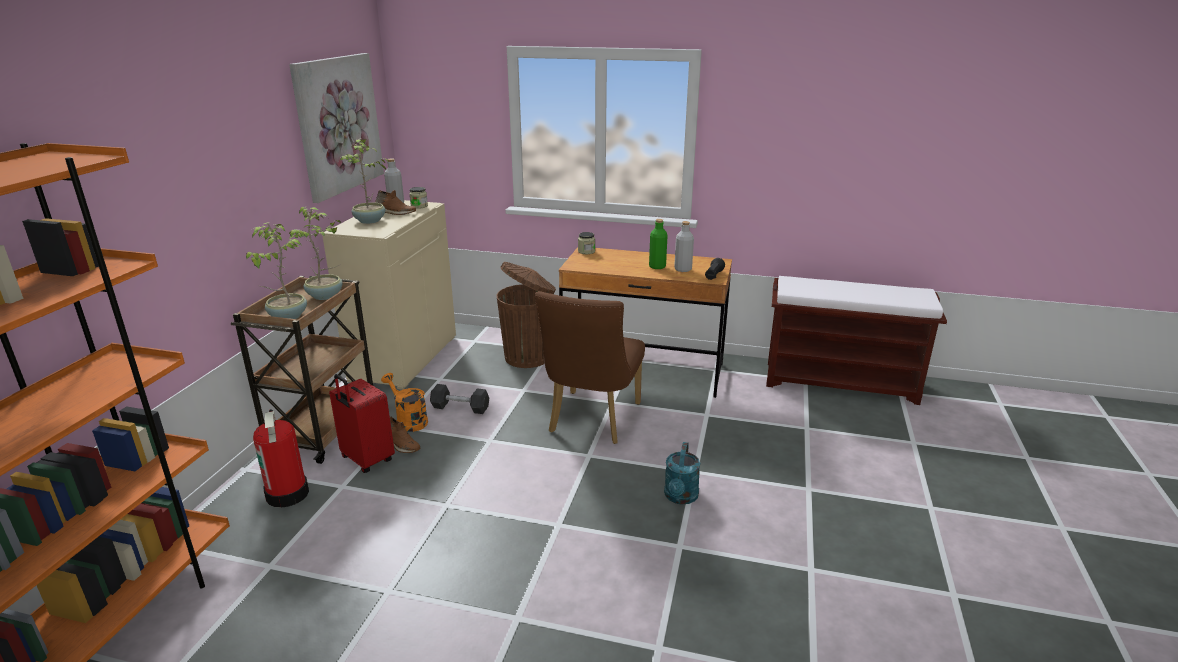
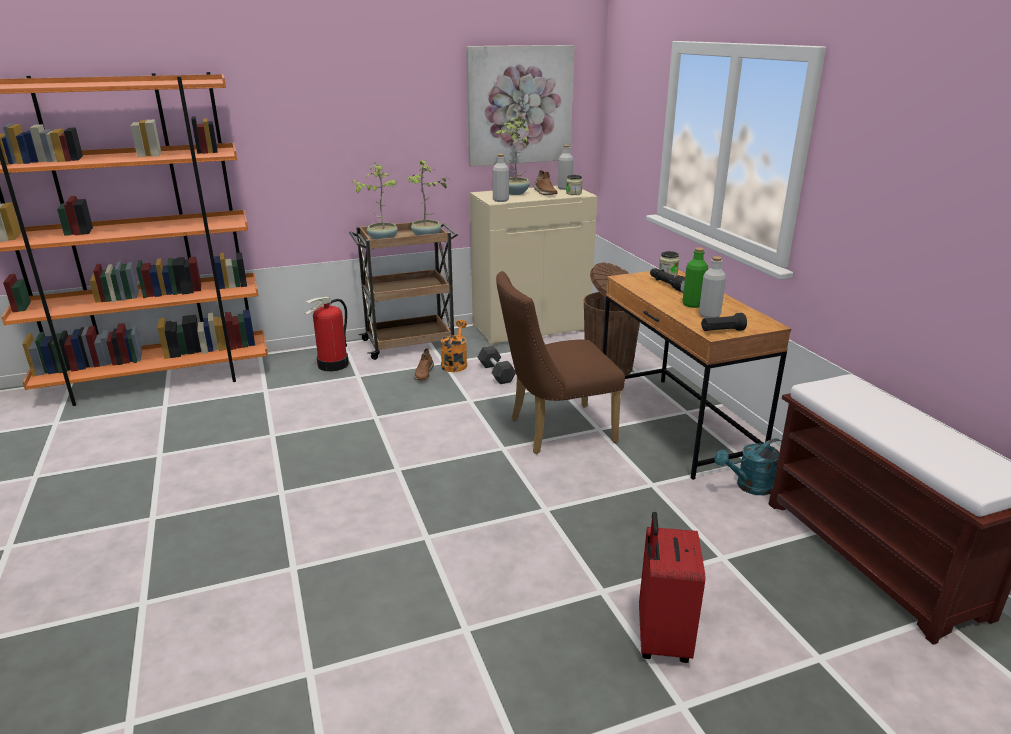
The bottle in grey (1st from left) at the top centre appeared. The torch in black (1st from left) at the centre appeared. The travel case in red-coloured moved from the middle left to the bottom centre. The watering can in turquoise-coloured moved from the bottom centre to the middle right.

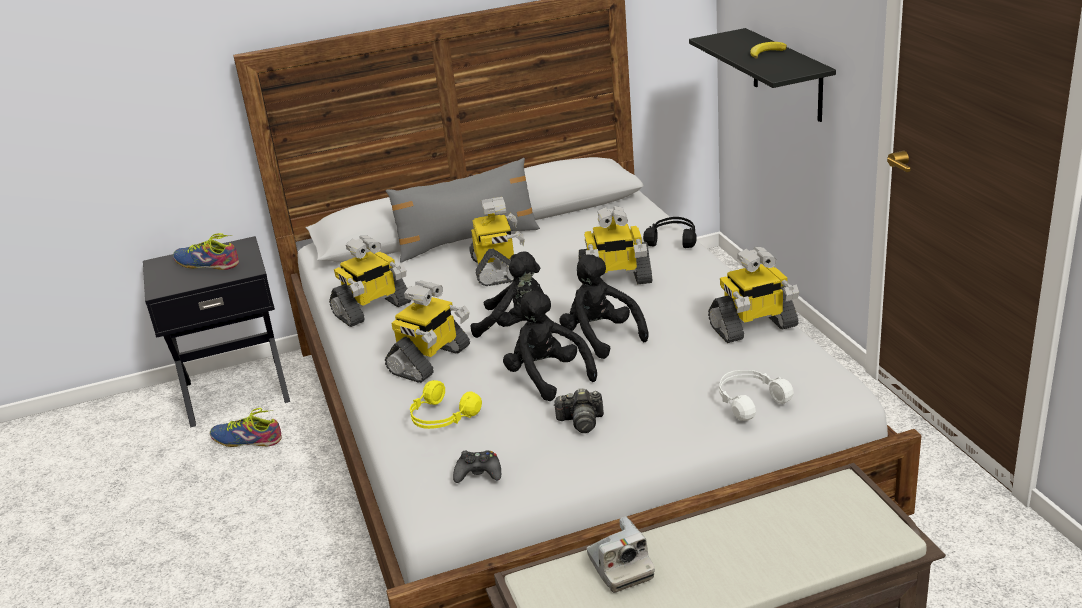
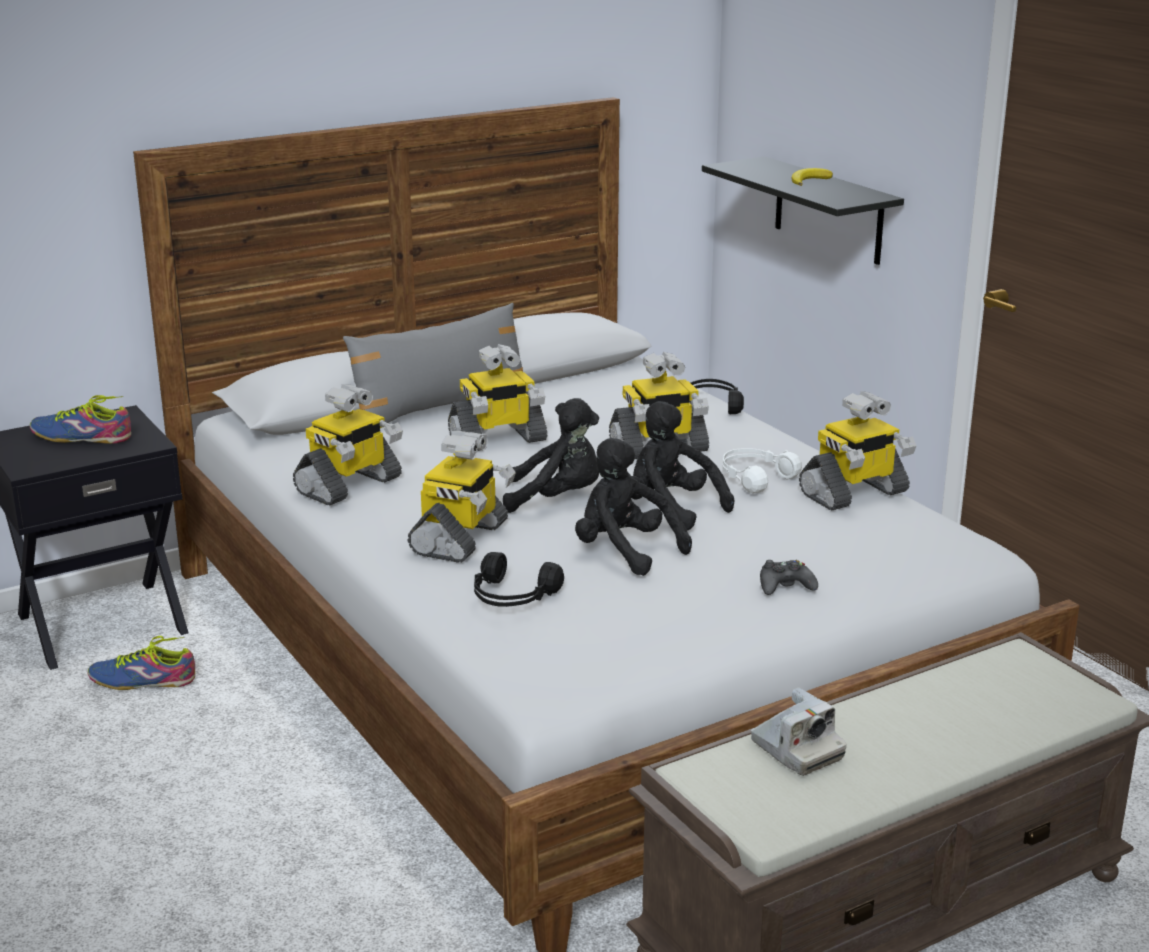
The still camera (1st from left) at the bottom centre disappeared. The game controller in black moved from the bottom centre to the middle right. The headphones in whitish moved from the middle right to the centre. The headphones in yellowish at the centre became the headphones in black (1st from left) at the centre. The model robot (3rd from left) at the centre turned 90 degrees clockwise.

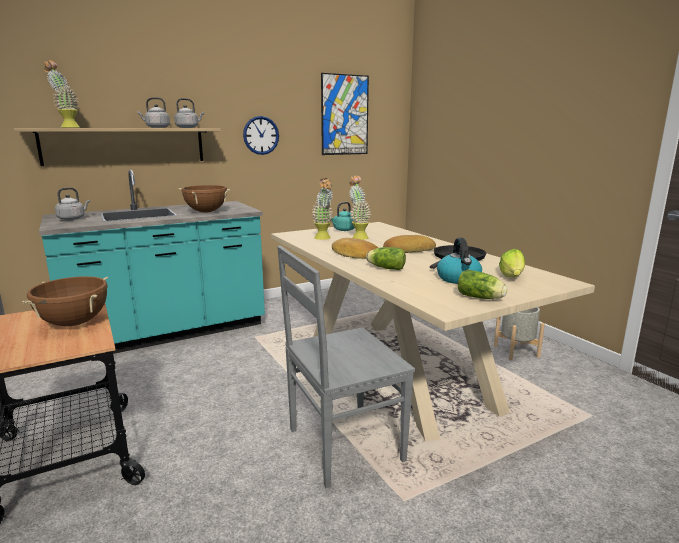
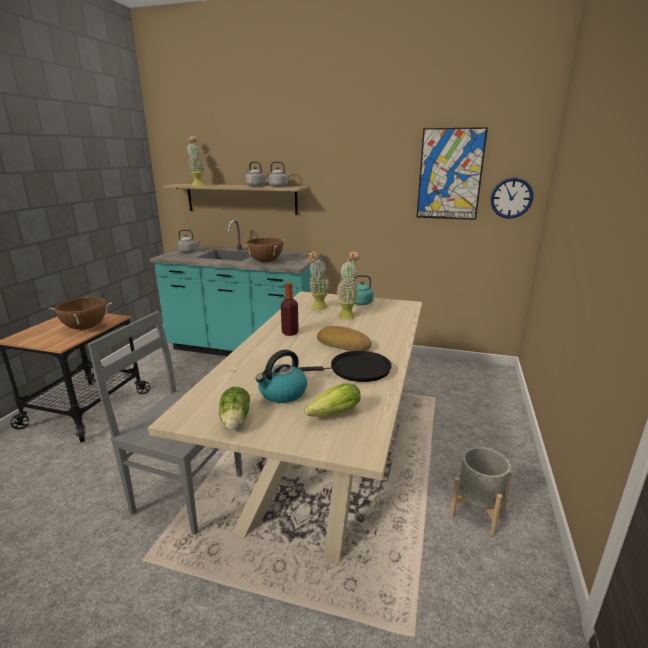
The lettuce (1st from left) at the centre disappeared. The hanging clock moved from the top centre to the top right. The bakery bread (1st from left) at the centre was replaced by the bottle at the centre.

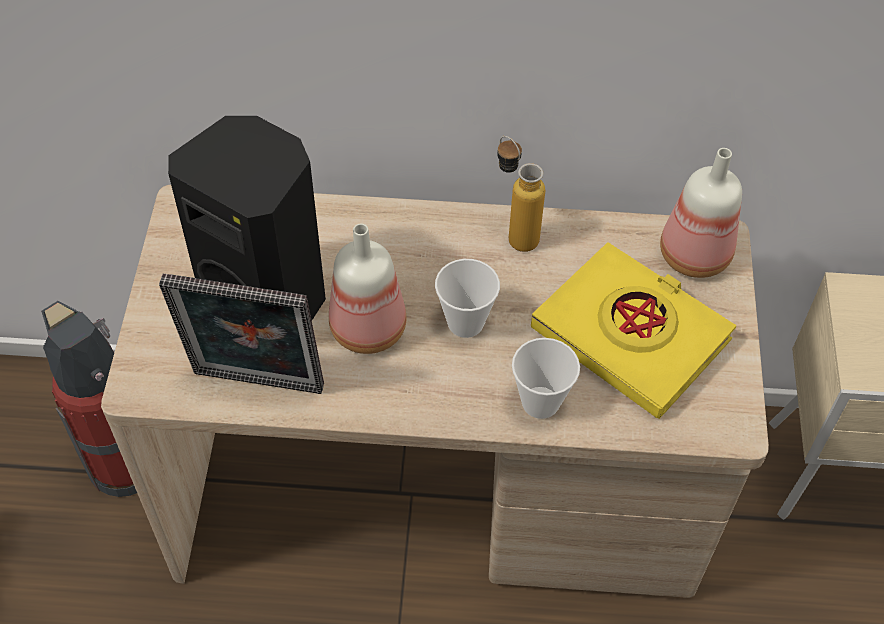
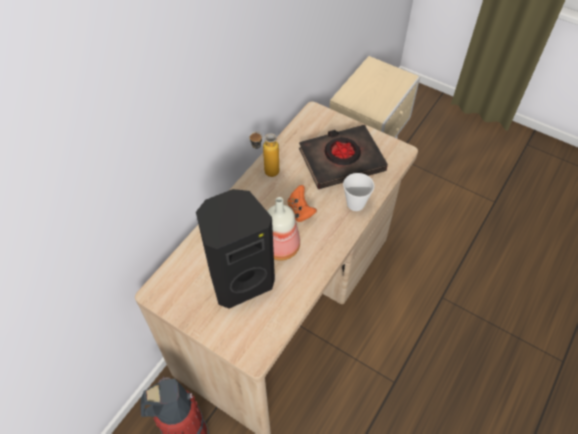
The standing frame at the middle left disappeared. The bottle (3rd from left) at the middle right disappeared. The small cup (1st from left) at the centre was replaced by the game controller in orange-coloured at the centre. The book in yellowish at the middle right became the book in black at the centre.

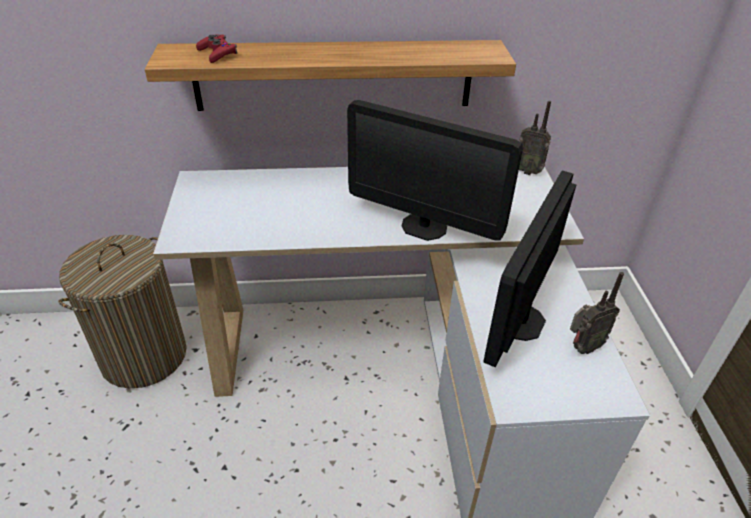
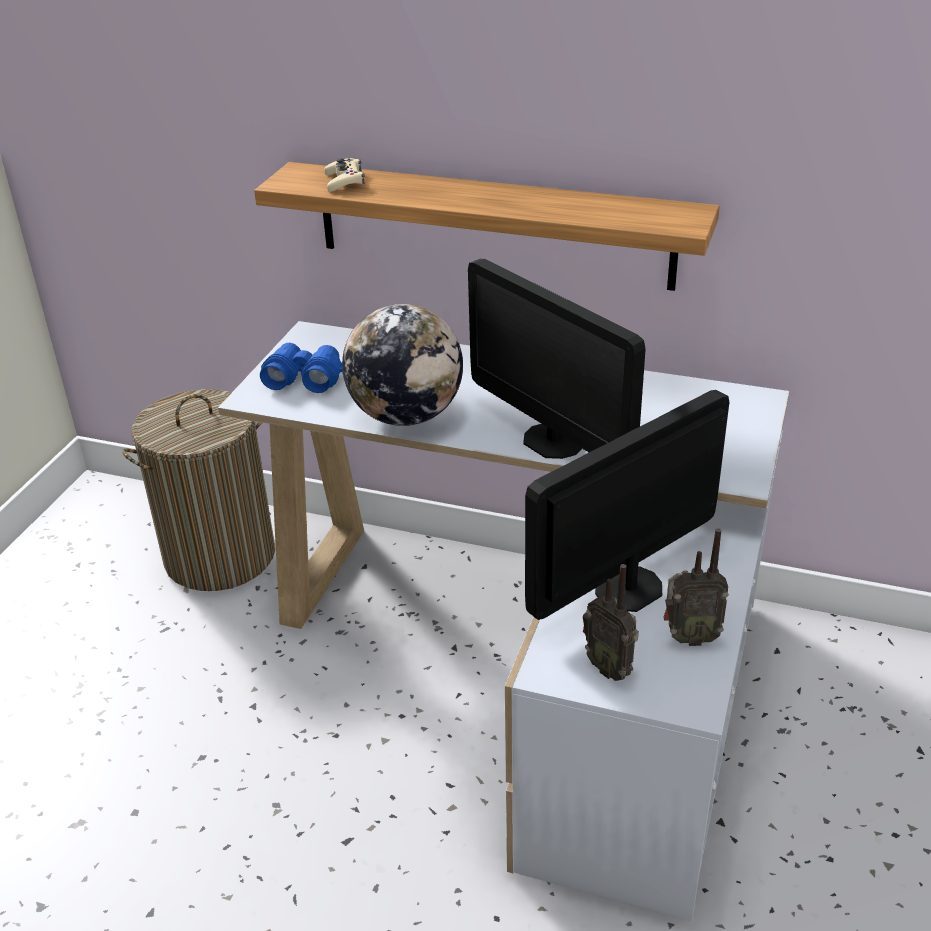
The binoculars in bluish at the middle left appeared. The world globe at the centre appeared. The radio set (1st from left) moved from the top right to the bottom centre. The game controller in red-coloured at the top left became the game controller in beige-coloured at the top centre.

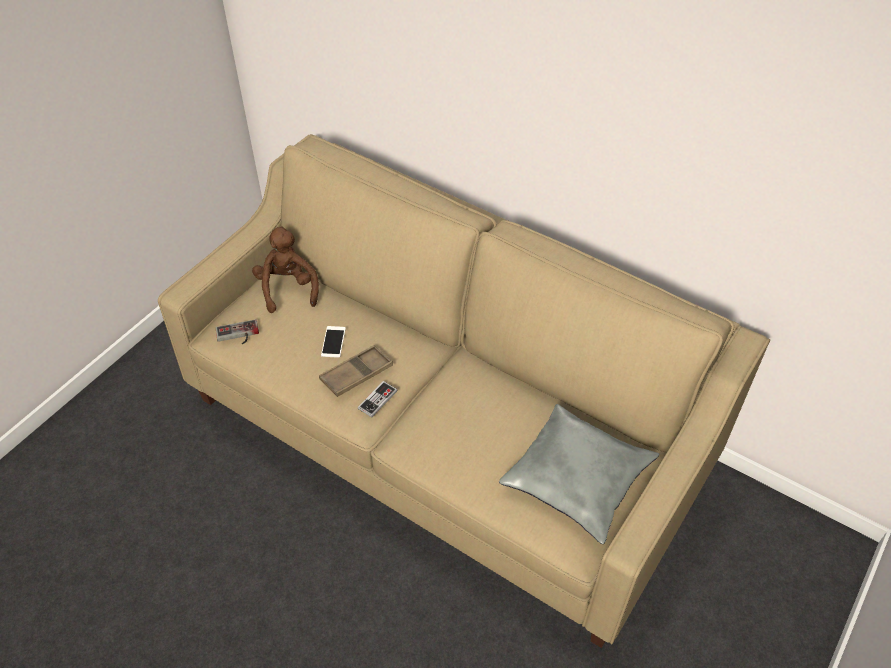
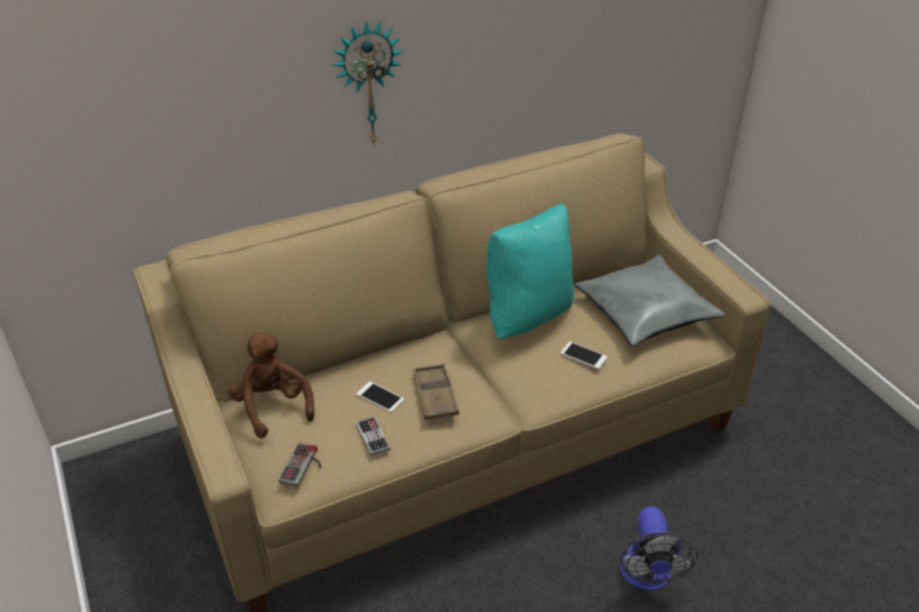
The hanging clock at the top centre appeared. The throw pillow in turquoise-coloured at the centre appeared. The telephone (2nd from left) at the centre appeared. The electric fan at the bottom right appeared. The game controller (2nd from left) moved from the centre to the bottom centre. The cuddly toy in brownish at the middle left turned 45 degrees clockwise.

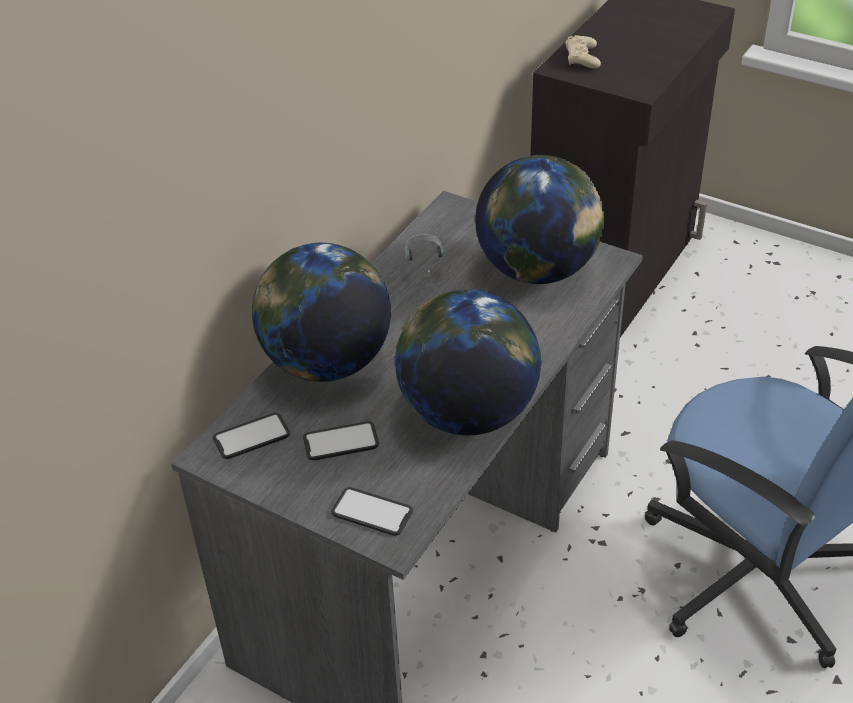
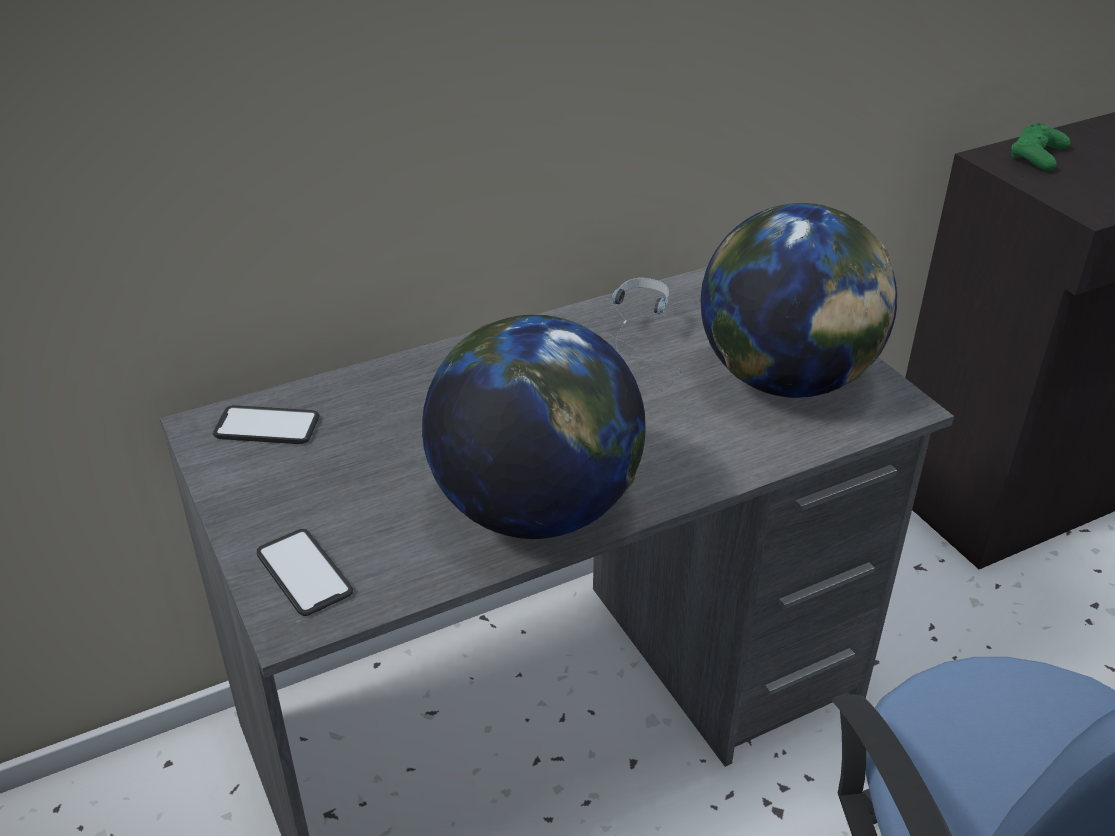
The world globe (1st from left) at the centre disappeared. The telephone (2nd from left) at the centre disappeared. The game controller in beige-coloured at the top right became the game controller in greenish at the top right.

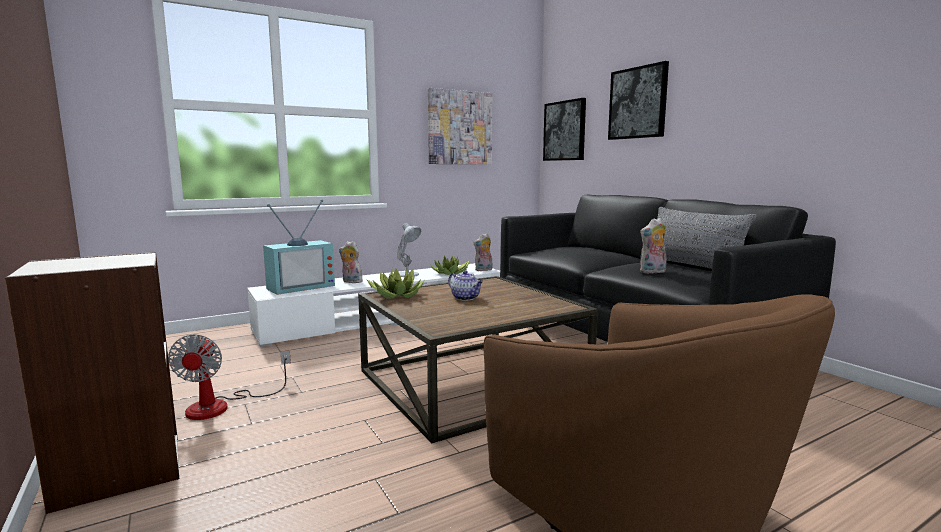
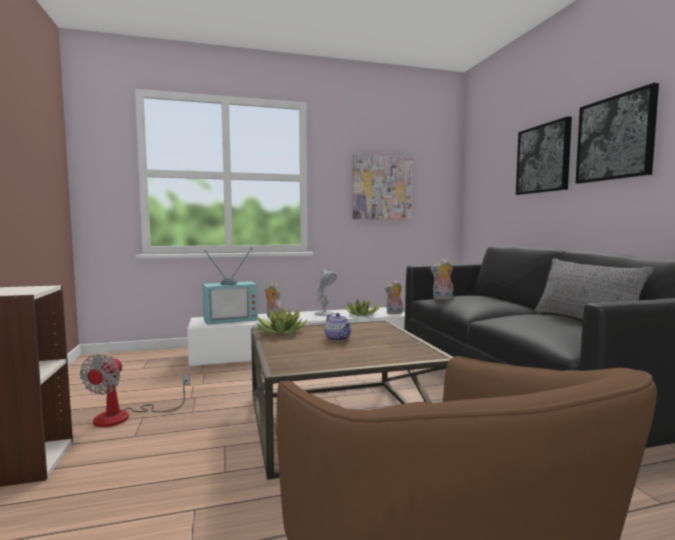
The wall picture (2nd from left in the first image) moved from the top centre to the top right. The cuddly toy (3rd from left) moved from the middle right to the centre.

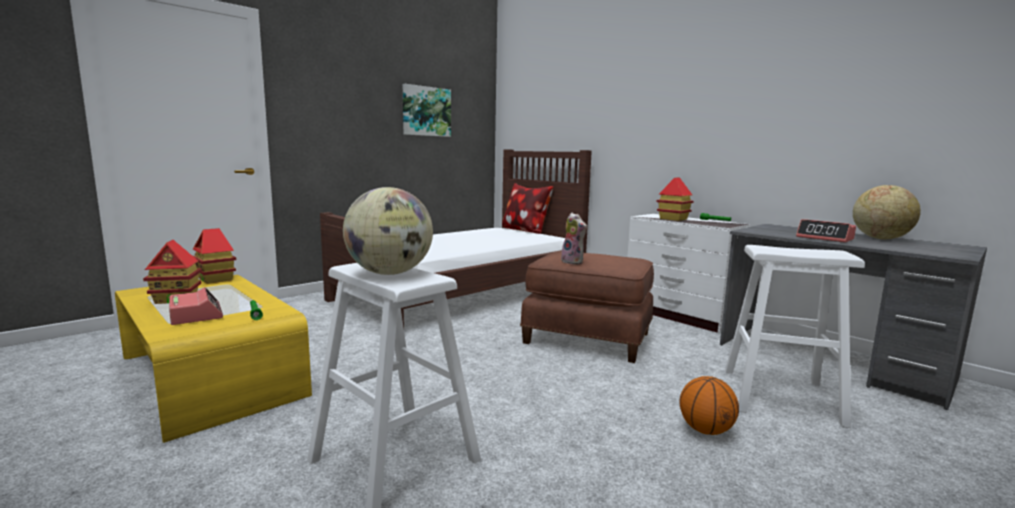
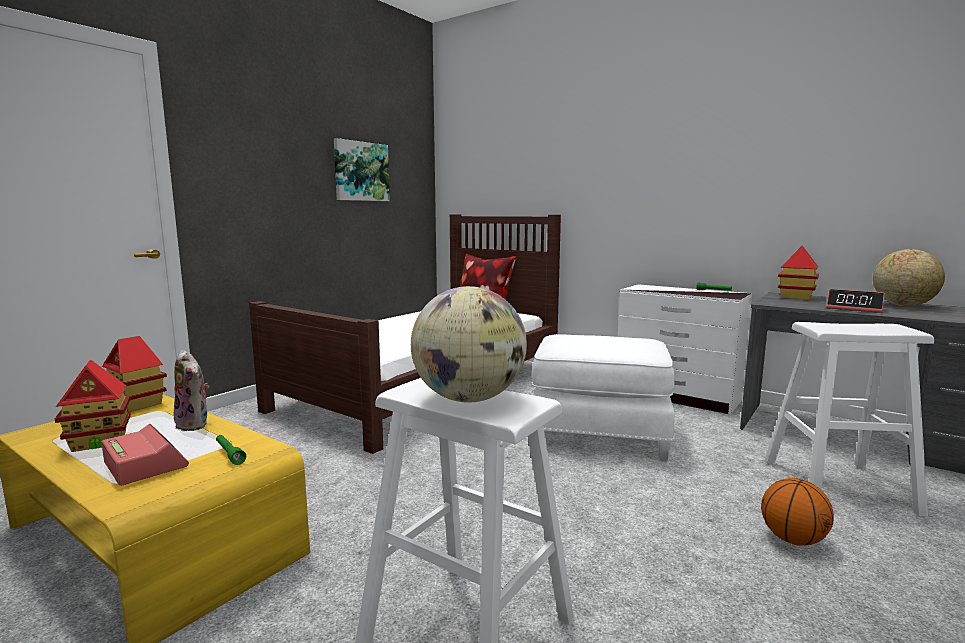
The cuddly toy moved from the centre to the middle left. The miniature house (3rd from left) moved from the centre to the middle right. The pouffe in brownish at the centre became the pouffe in whitish at the centre.

